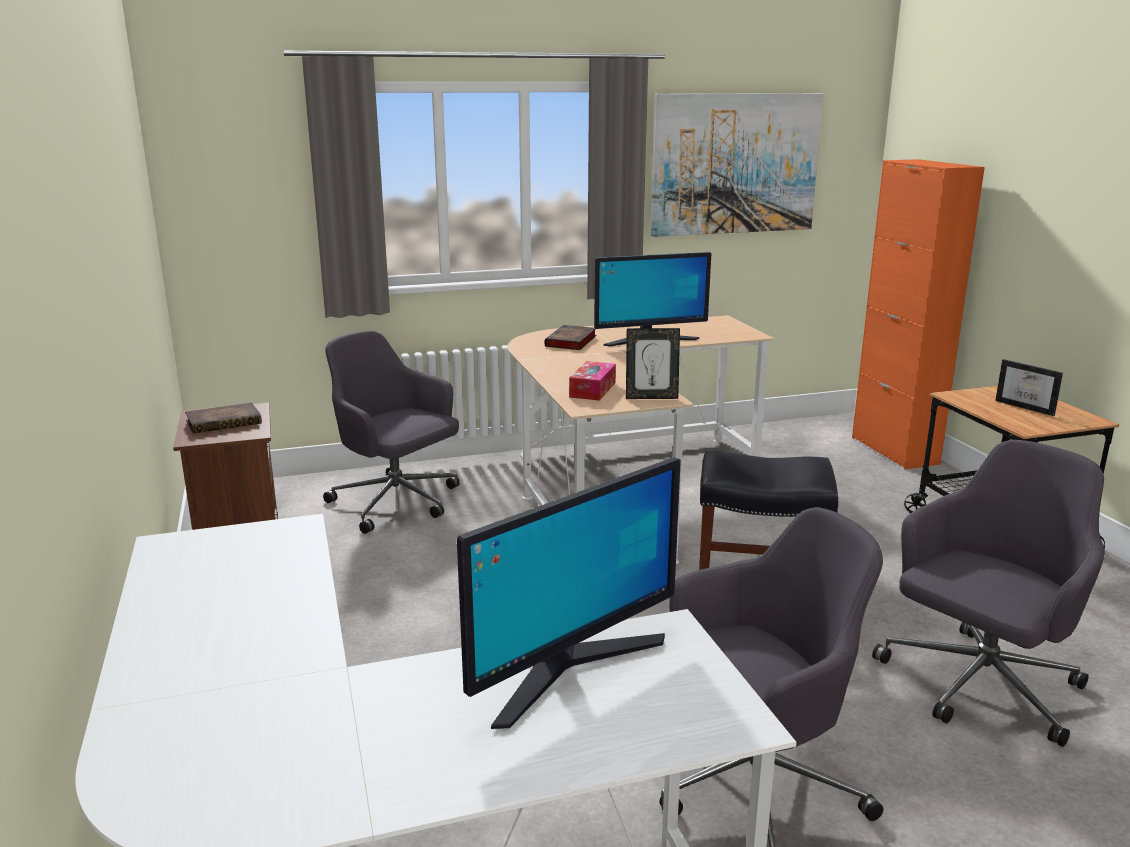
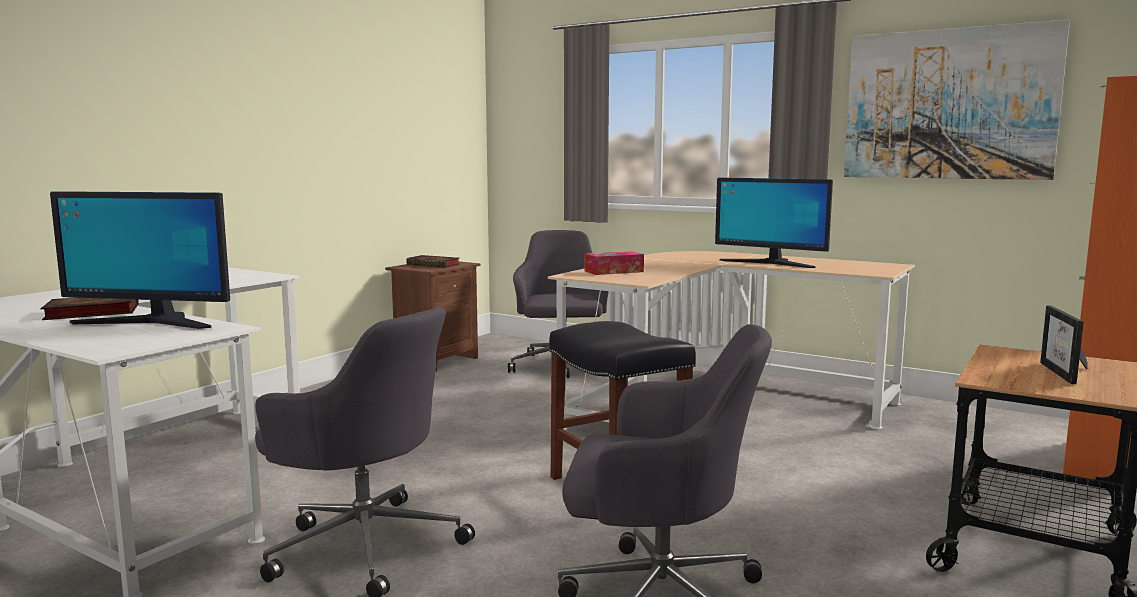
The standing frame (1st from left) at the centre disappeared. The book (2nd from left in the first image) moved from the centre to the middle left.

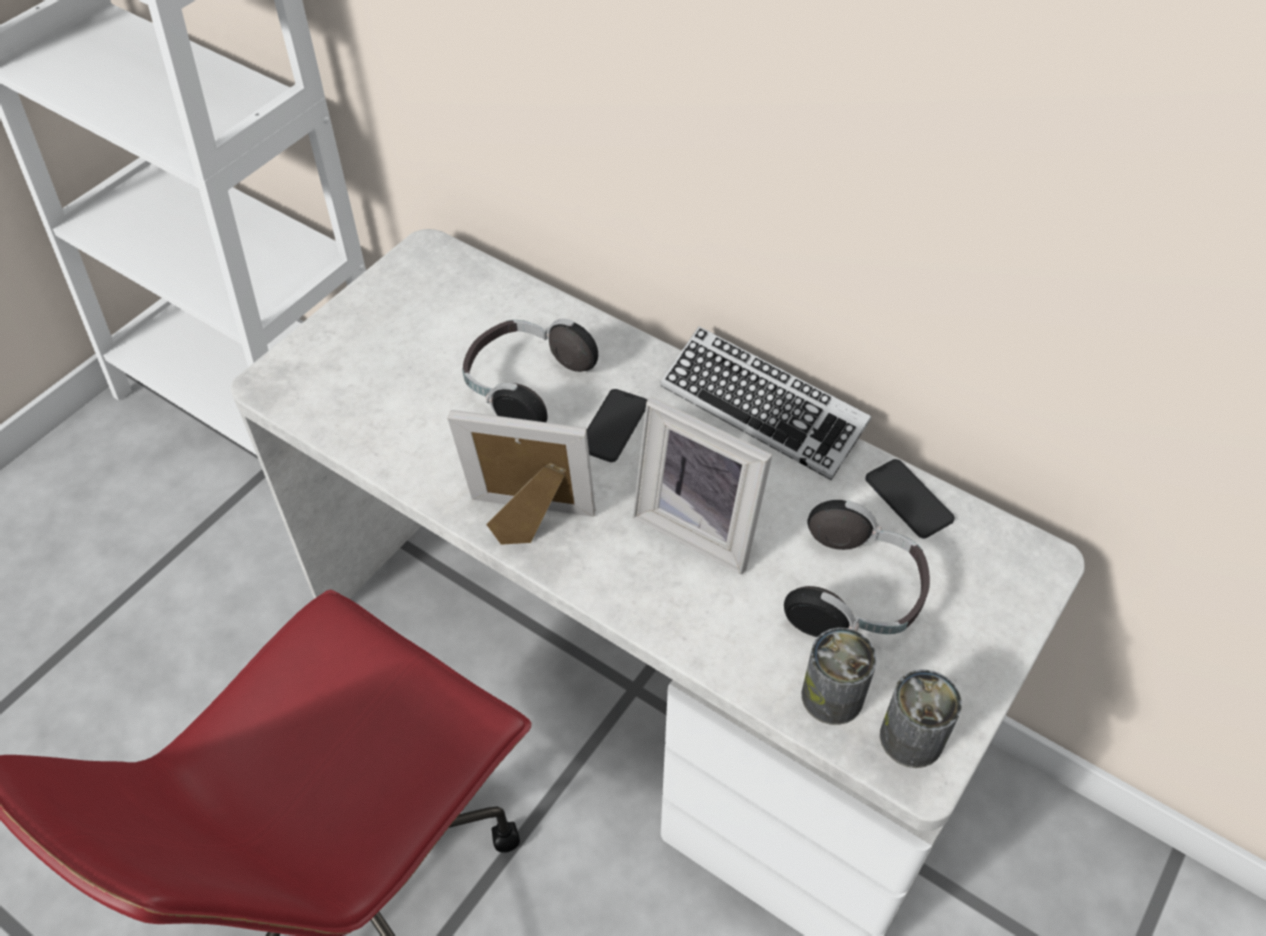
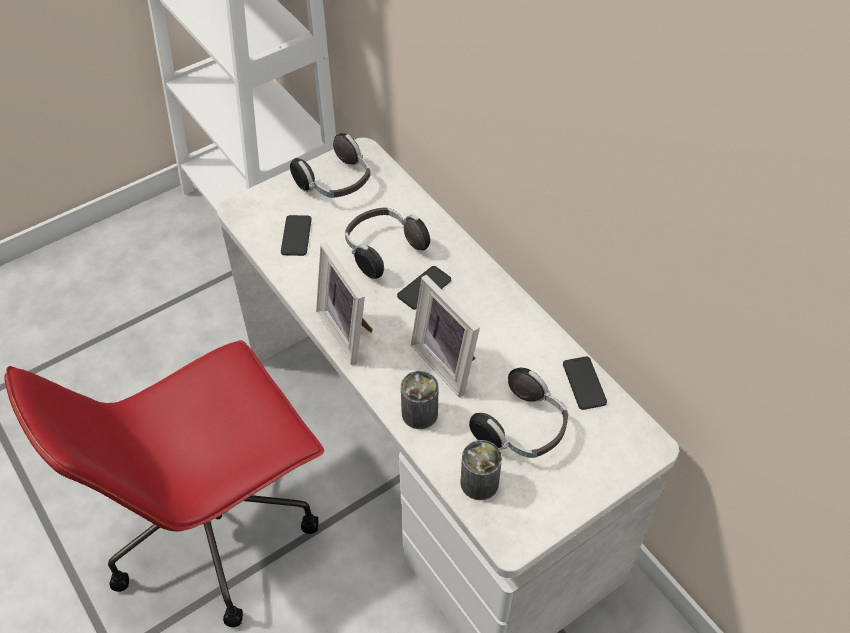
The computer keyboard at the centre disappeared. The telephone (1st from left) at the centre appeared. The headphones (1st from left) at the top centre appeared. The sealed can (2nd from left in the first image) moved from the bottom right to the centre. The standing frame (1st from left) at the centre turned 150 degrees counterclockwise.

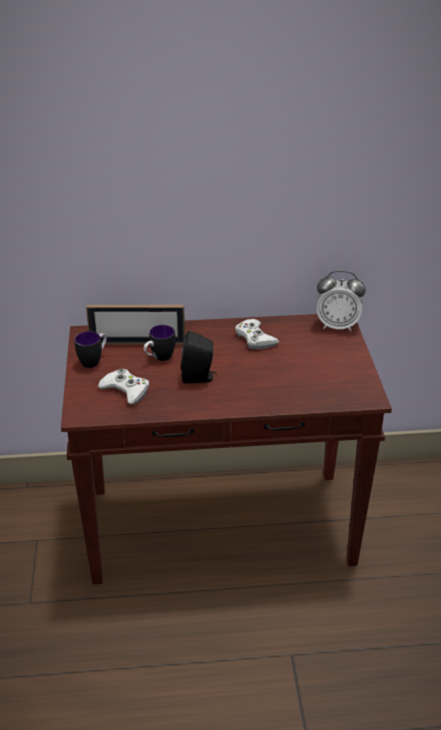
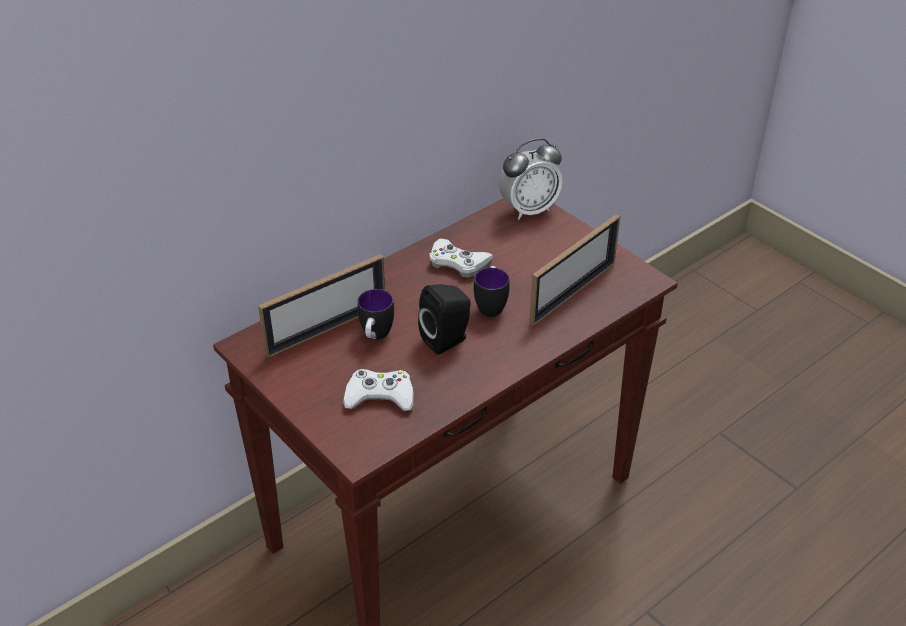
The standing frame (2nd from left) at the centre appeared. The tea mug (1st from left in the first image) moved from the middle left to the centre.

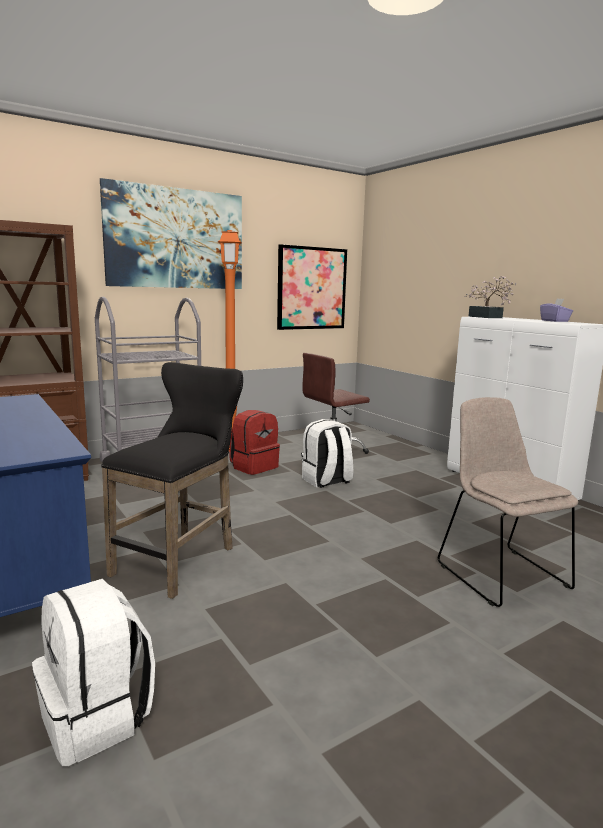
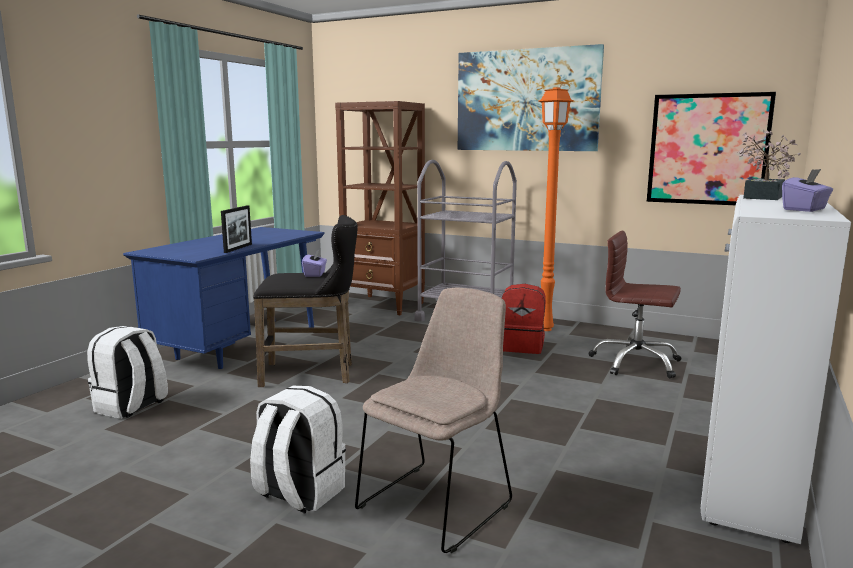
The standing frame at the middle left appeared. The tissue box in purple (1st from left) at the centre appeared. The knapsack in whitish (2nd from left) moved from the centre to the bottom centre.

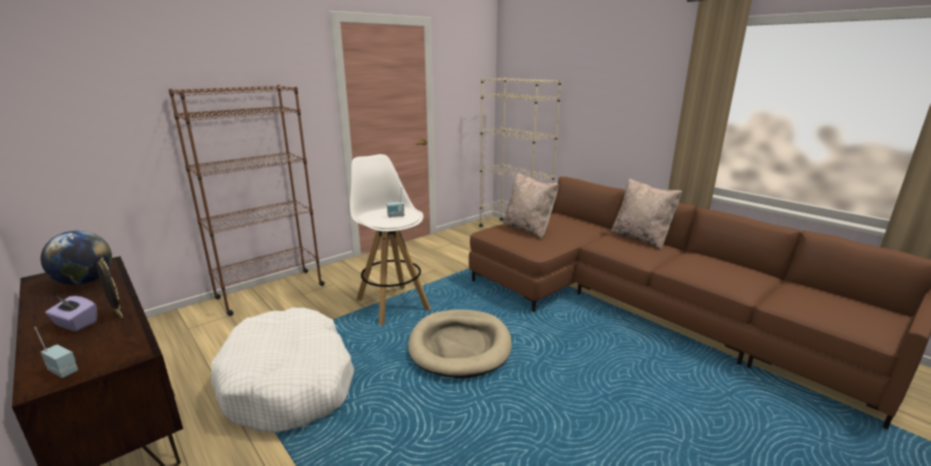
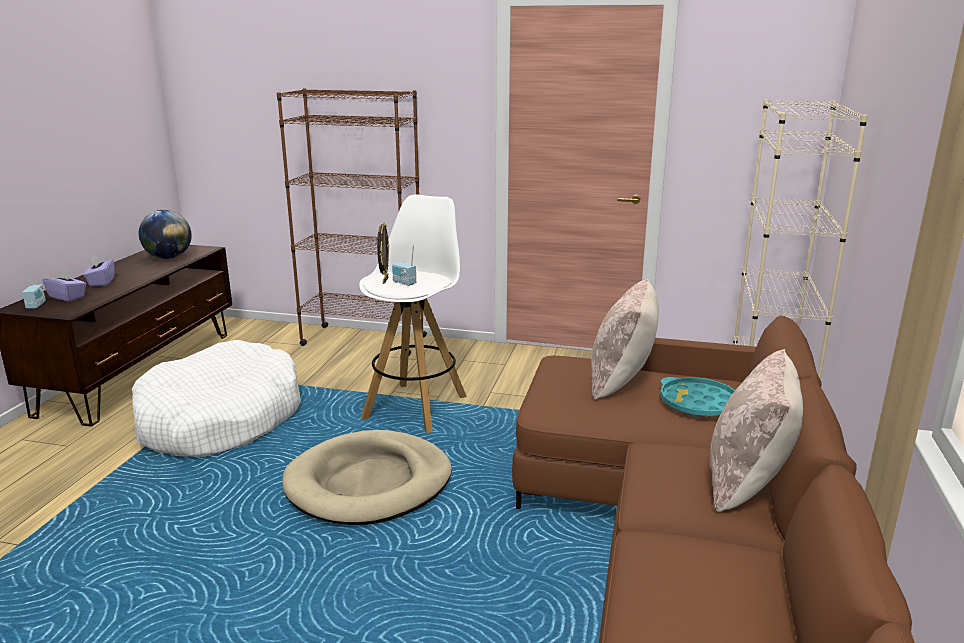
The tissue box in purple (1st from left) at the middle left appeared. The tray in turquoise-coloured at the middle right appeared. The standing frame moved from the middle left to the centre.

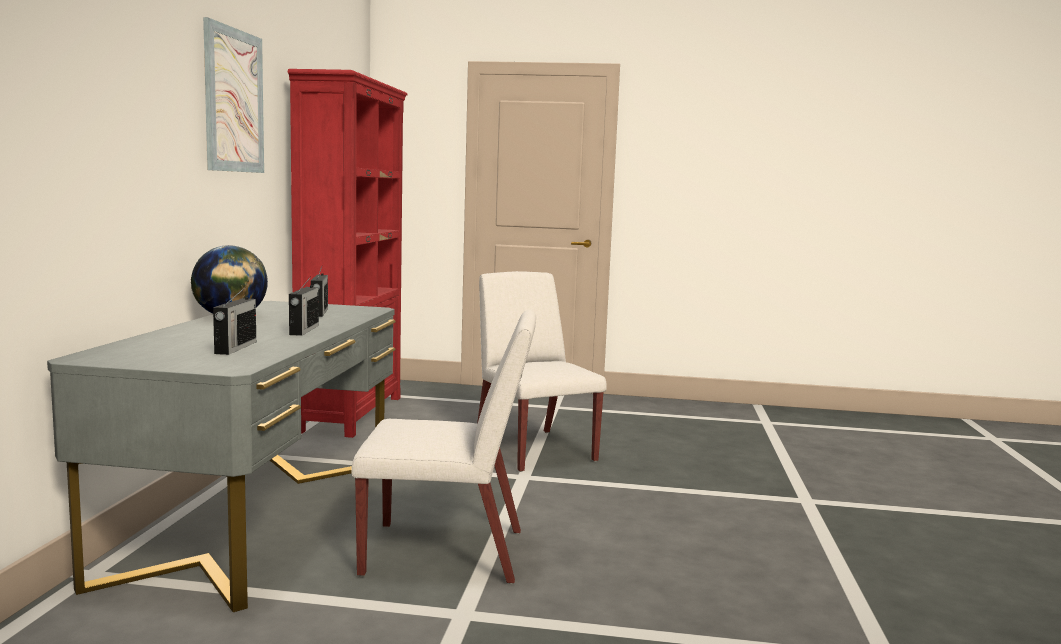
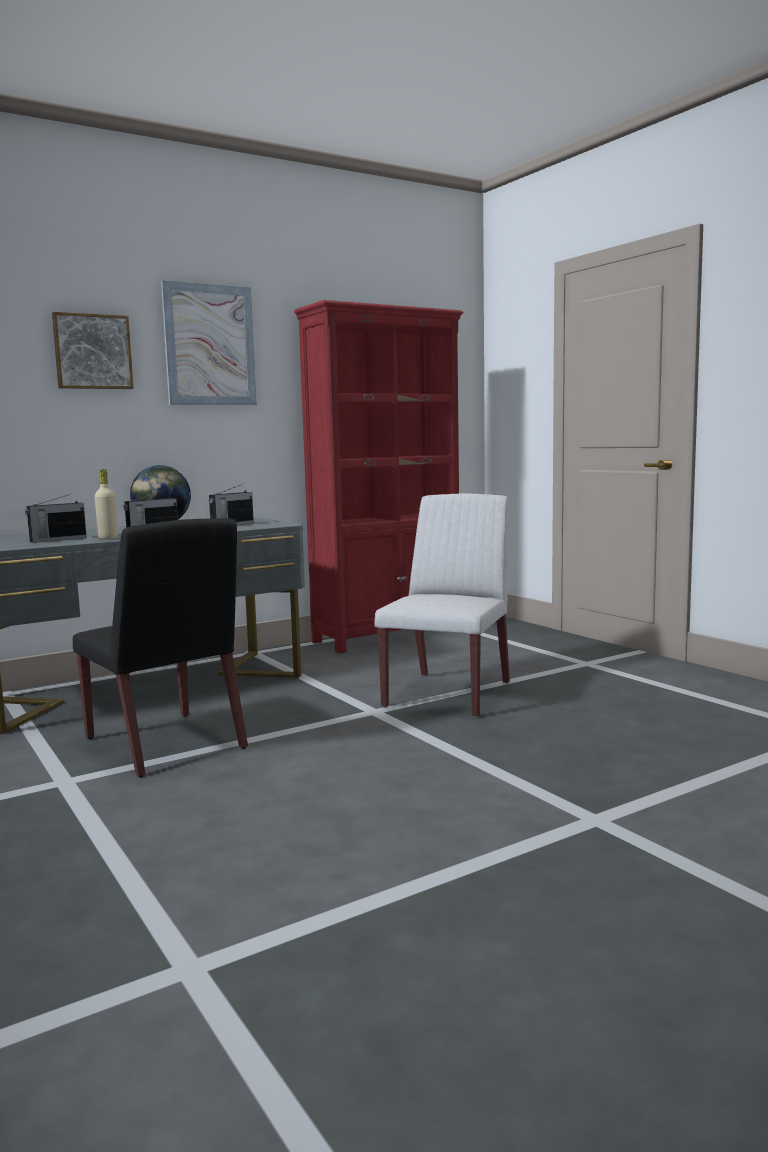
The wall picture (1st from left) at the top left appeared. The bottle in beige-coloured at the middle left appeared. The plain chair in whitish (1st from left) at the bottom centre became the plain chair in black at the middle left.

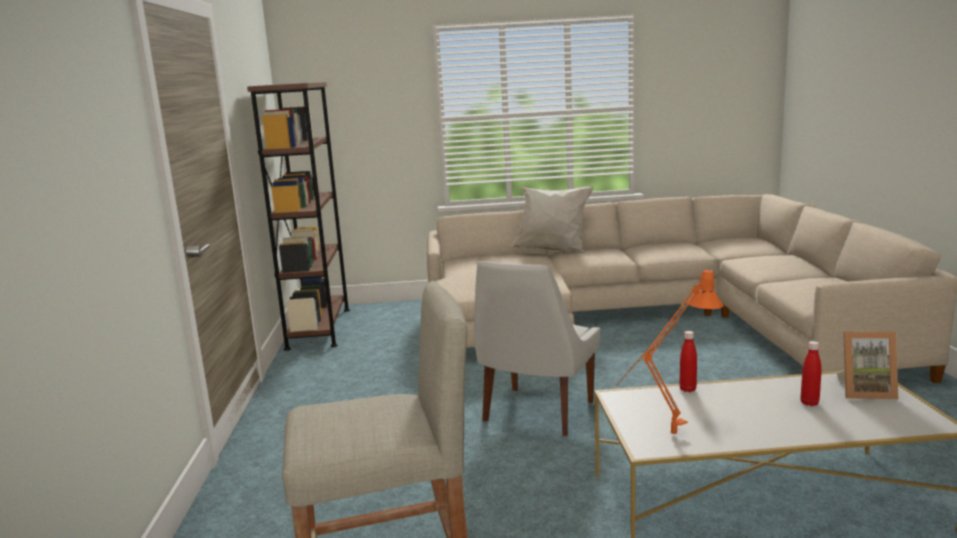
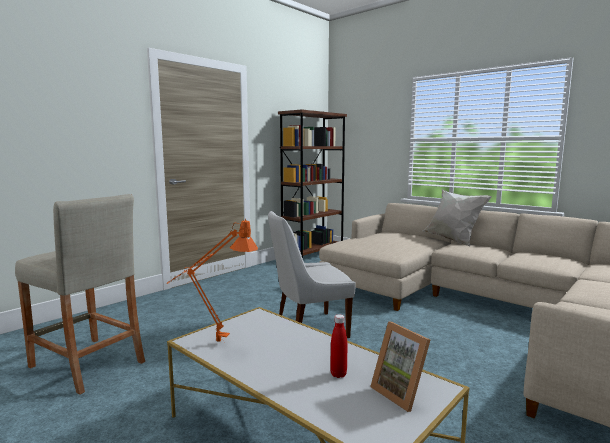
The bottle in red-coloured (1st from left) at the bottom right disappeared.

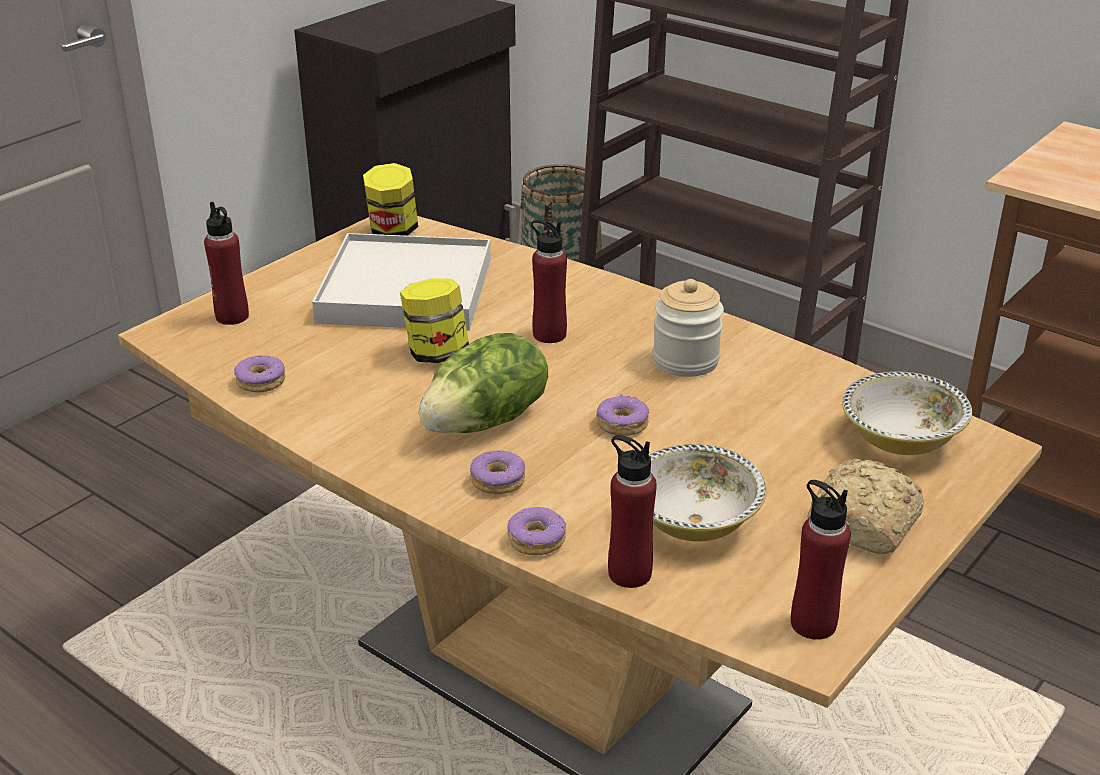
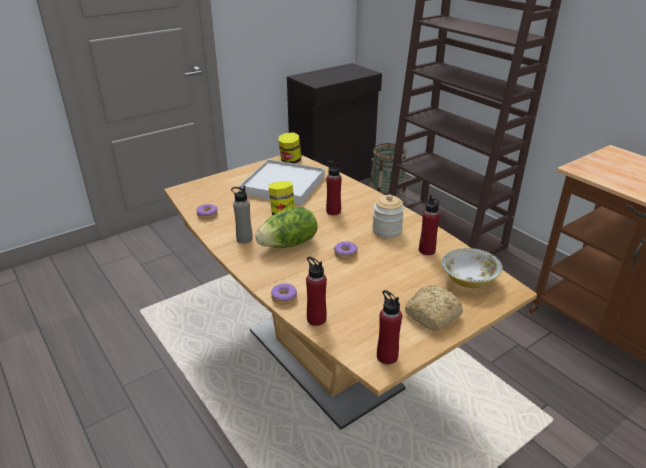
The donut (2nd from left) at the centre disappeared. The serving bowl (1st from left) at the centre disappeared. The bottle in grey at the centre appeared. The bottle in red-coloured (1st from left in the first image) moved from the middle left to the centre.

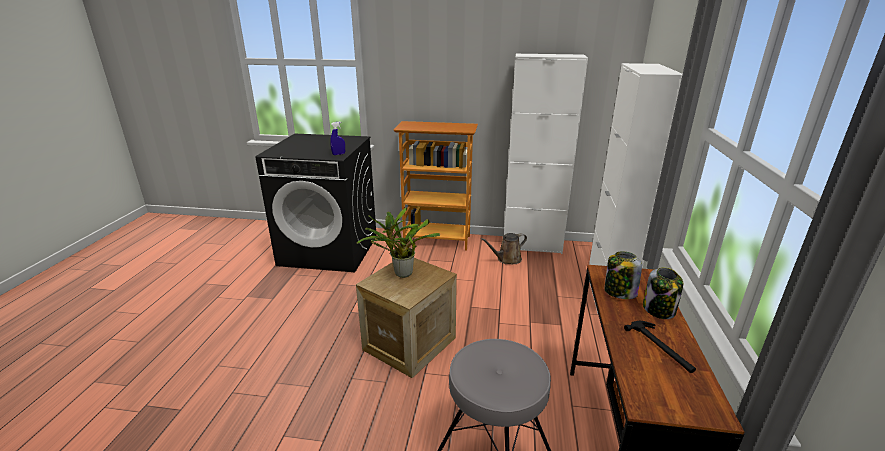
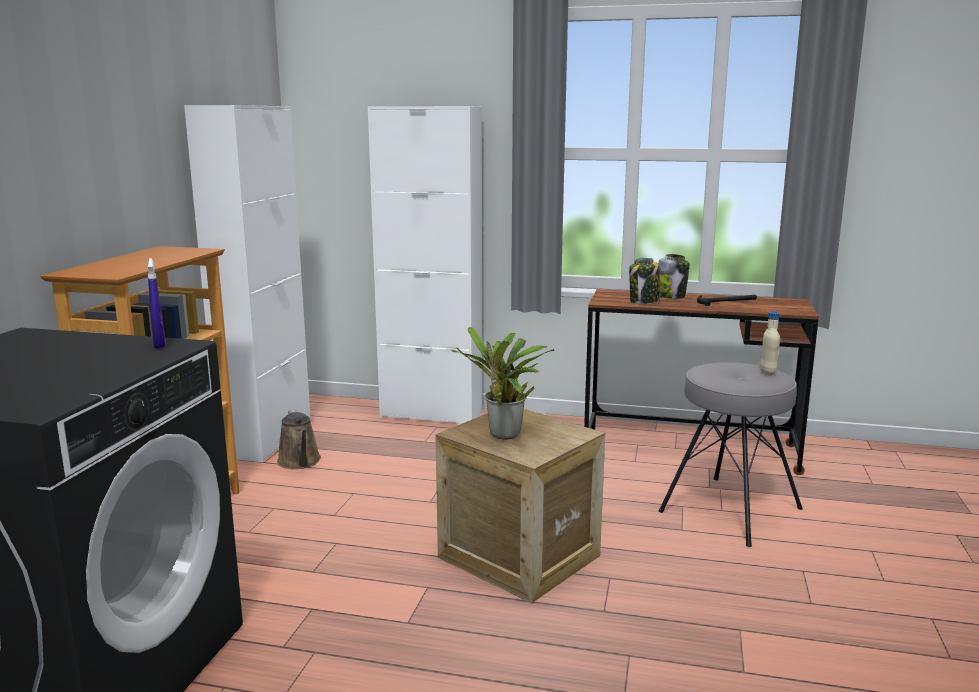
The bottle in beige-coloured at the middle right appeared.

